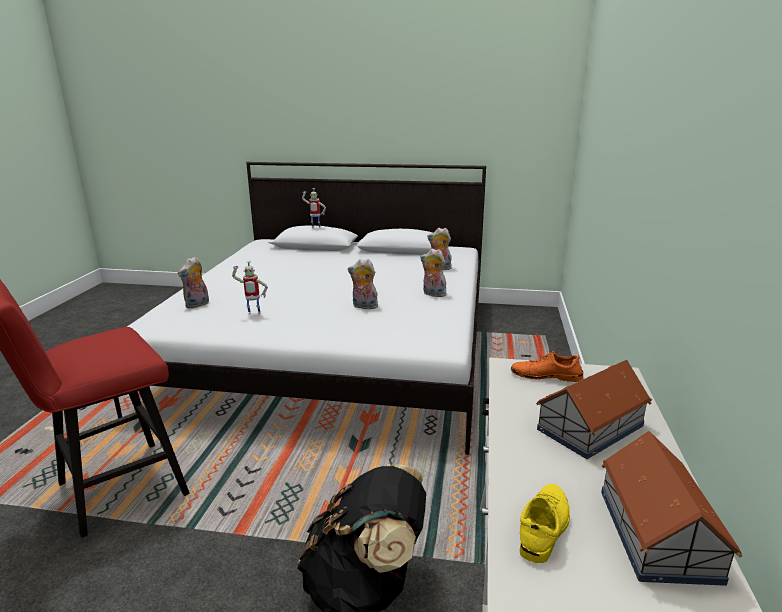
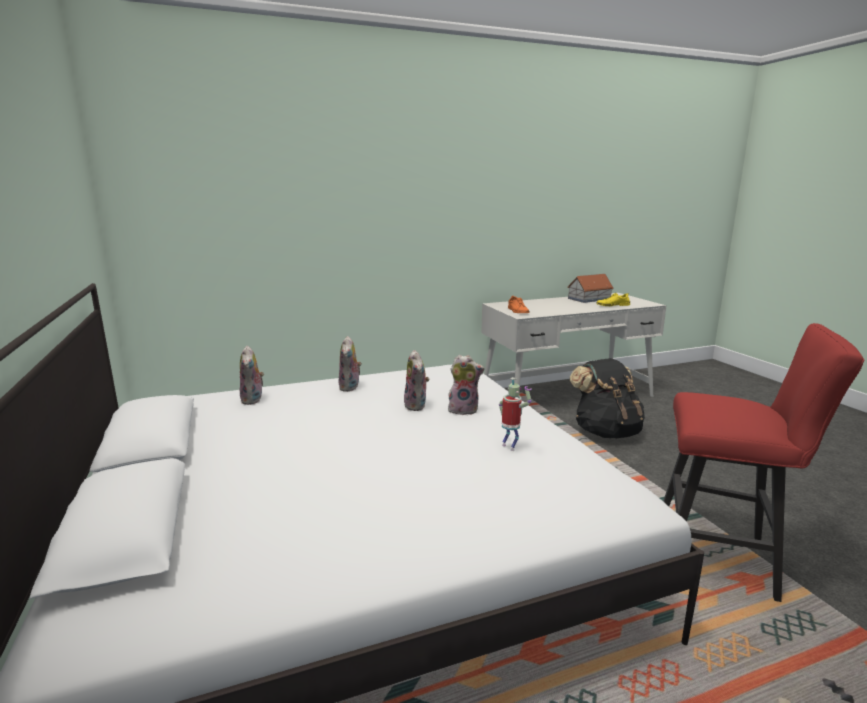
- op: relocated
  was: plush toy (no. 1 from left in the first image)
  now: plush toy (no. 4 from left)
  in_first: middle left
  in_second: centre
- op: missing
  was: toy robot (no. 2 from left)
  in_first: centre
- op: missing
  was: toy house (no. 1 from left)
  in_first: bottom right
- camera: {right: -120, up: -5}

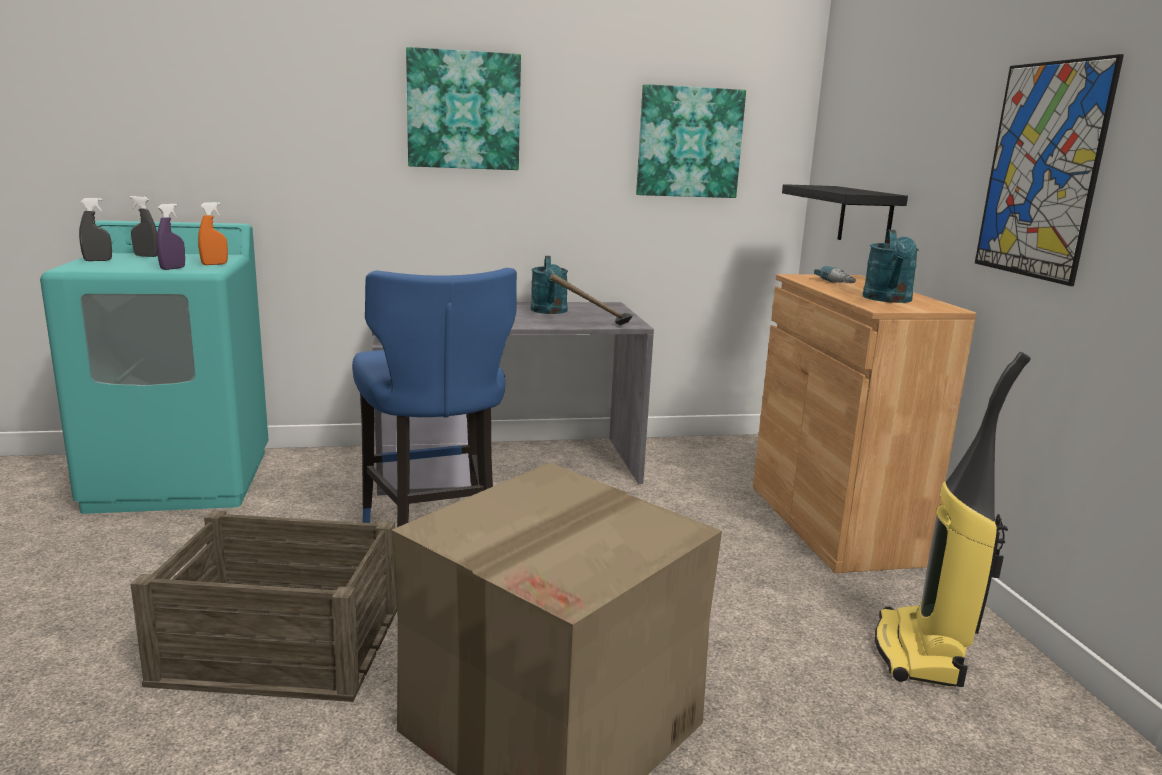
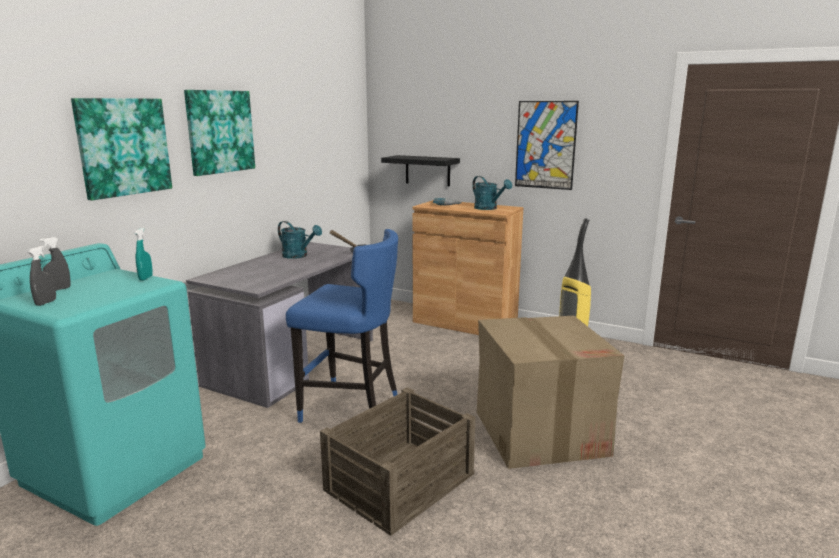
- op: missing
  was: purple spray bottle
  in_first: top left
- op: colour
  was: orange spray bottle
  now: turquoise spray bottle
  in_first: top left
  in_second: middle left
- op: relocated
  was: picture (no. 2 from left in the first image)
  now: picture (no. 1 from left)
  in_first: top centre
  in_second: top left
- camera: {right: -50, up: 0}

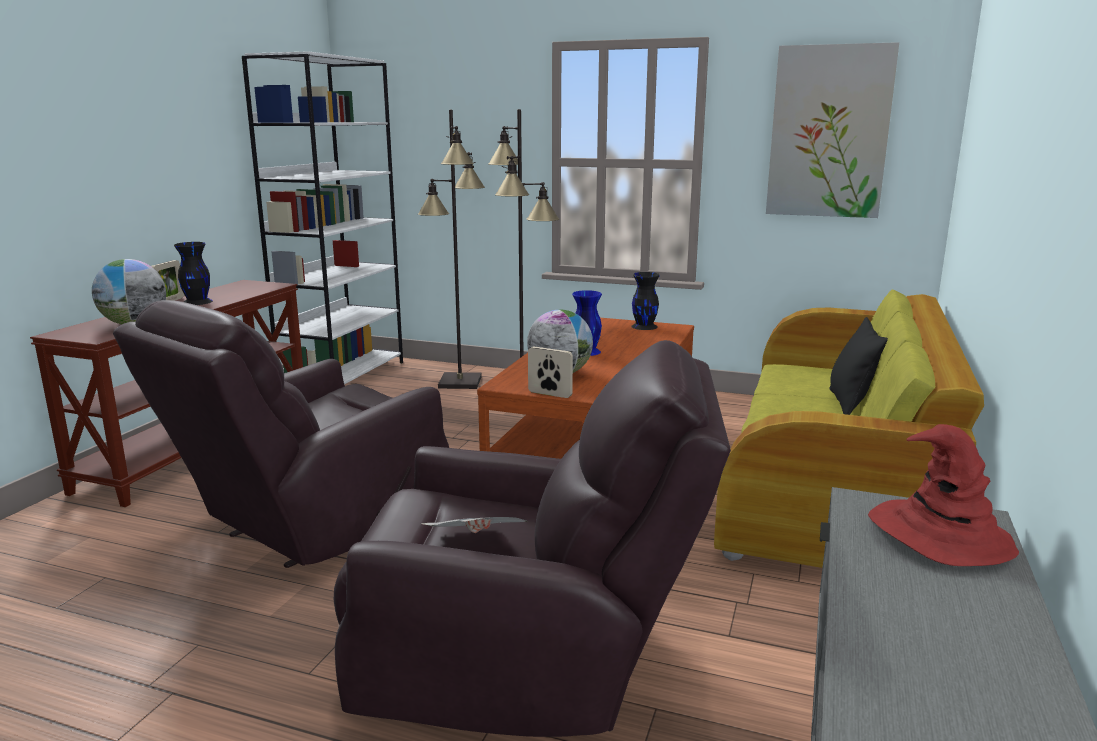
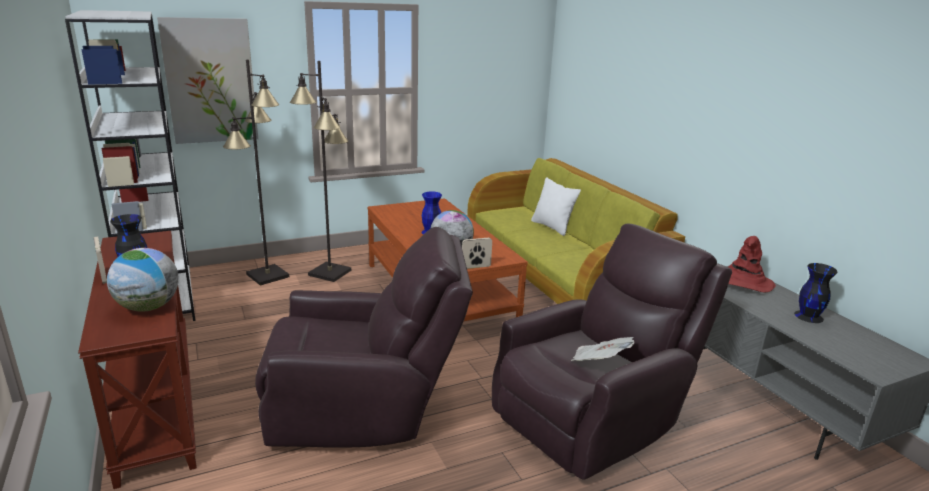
- op: spun
  was: brown armchair (no. 1 from left)
  in_first: middle left
  in_second: bottom centre
  clockwise: -90
- op: relocated
  was: black vase (no. 2 from left)
  in_first: centre
  in_second: middle right
- op: relocated
  was: picture
  in_first: top right
  in_second: top left
- op: colour
  was: black pillow
  now: white pillow
  in_first: middle right
  in_second: centre
- camera: {right: -45, up: 5}

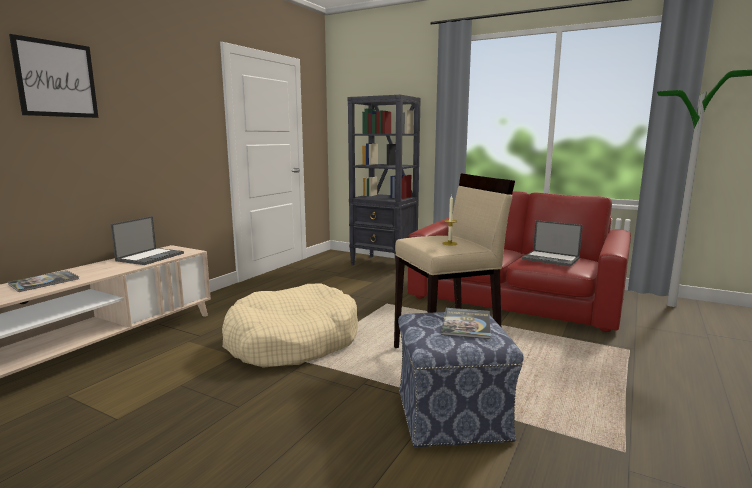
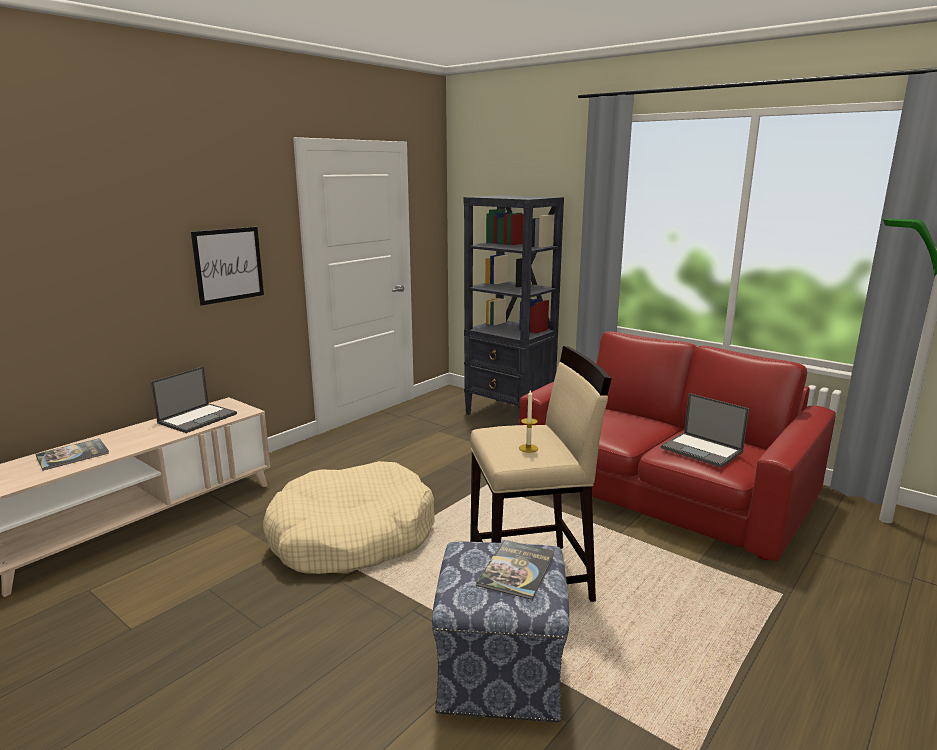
- op: relocated
  was: picture
  in_first: top left
  in_second: middle left
- camera: {right: 10, up: 5}

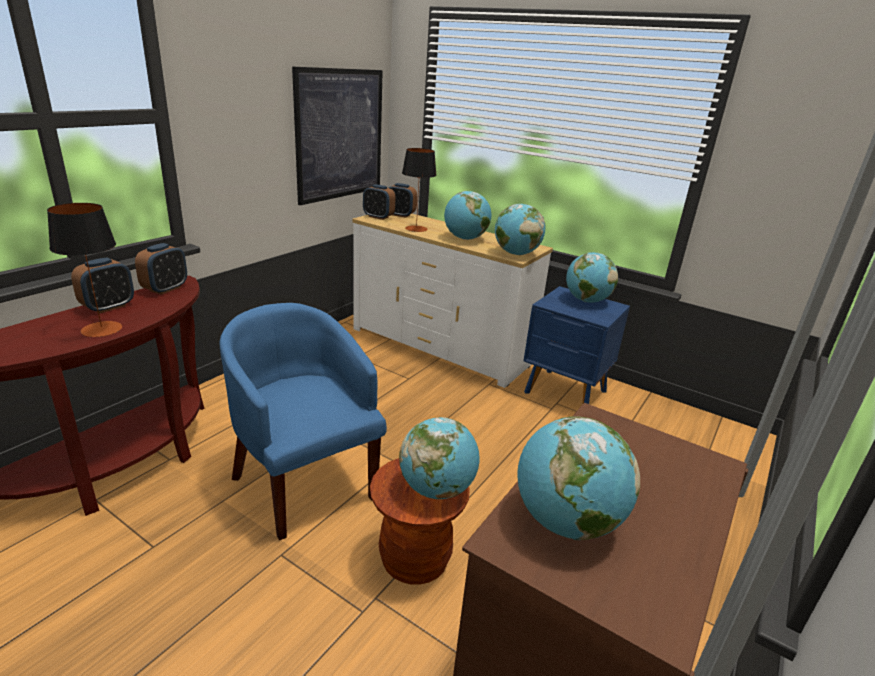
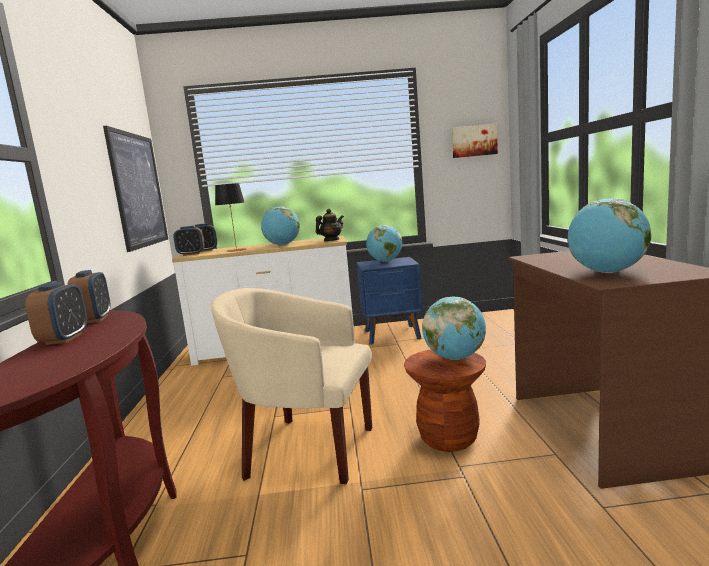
- op: missing
  was: table lamp (no. 1 from left)
  in_first: middle left
- op: colour
  was: blue armchair
  now: beige armchair
  in_first: centre
  in_second: bottom centre
- op: exchanged
  was: globe (no. 3 from left)
  now: teapot
  in_first: centre
  in_second: centre
- op: appeared
  now: picture (no. 2 from left)
  in_second: top right
- camera: {right: -35, up: -15}

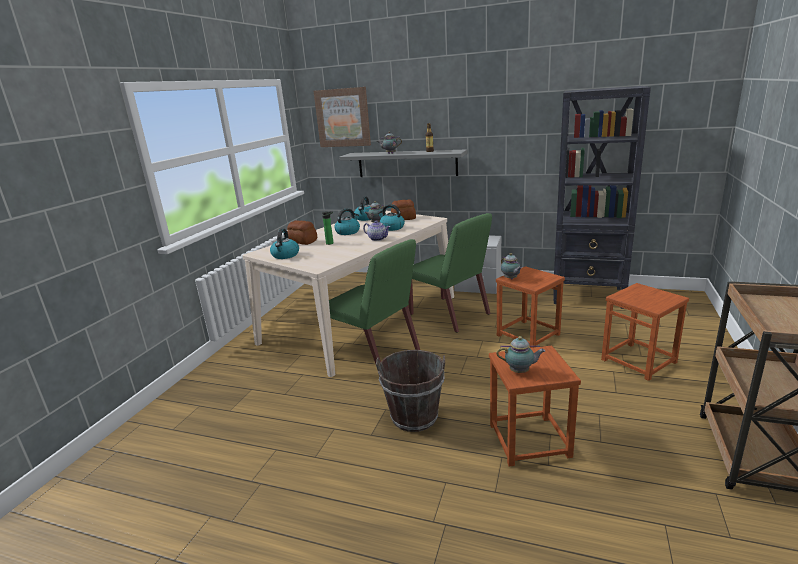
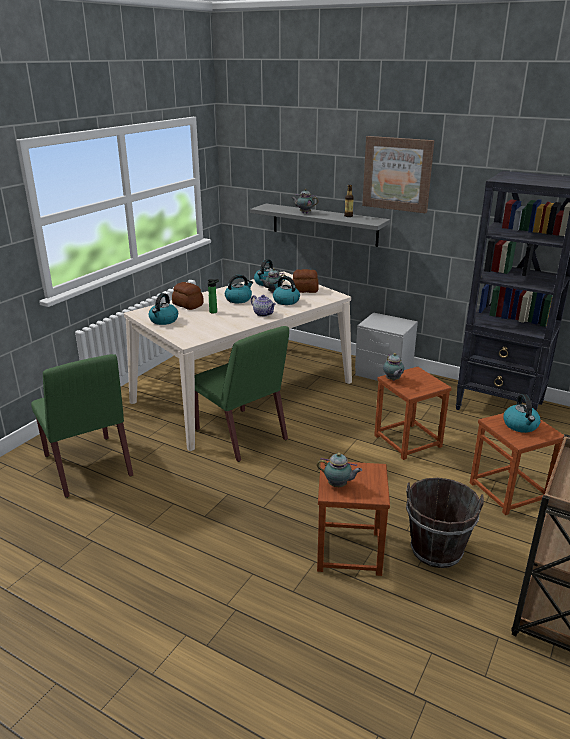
- op: relocated
  was: picture
  in_first: top centre
  in_second: top right
- op: relocated
  was: brown bucket
  in_first: bottom centre
  in_second: bottom right
- op: relocated
  was: green chair (no. 2 from left in the first image)
  now: green chair (no. 1 from left)
  in_first: centre
  in_second: middle left
- op: appeared
  now: kettle (no. 5 from left)
  in_second: middle right
- camera: {right: 10, up: 5}

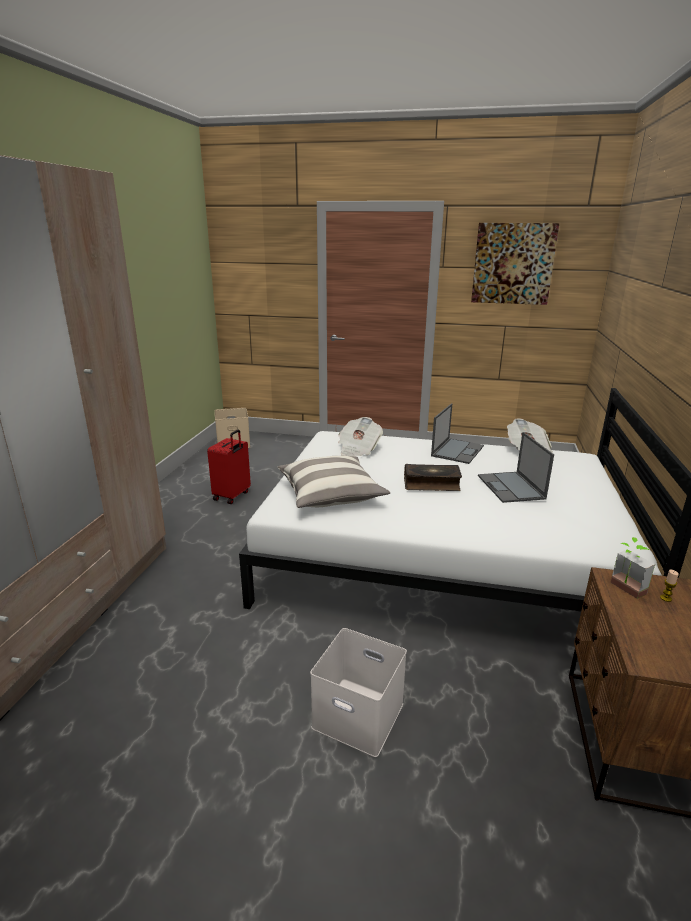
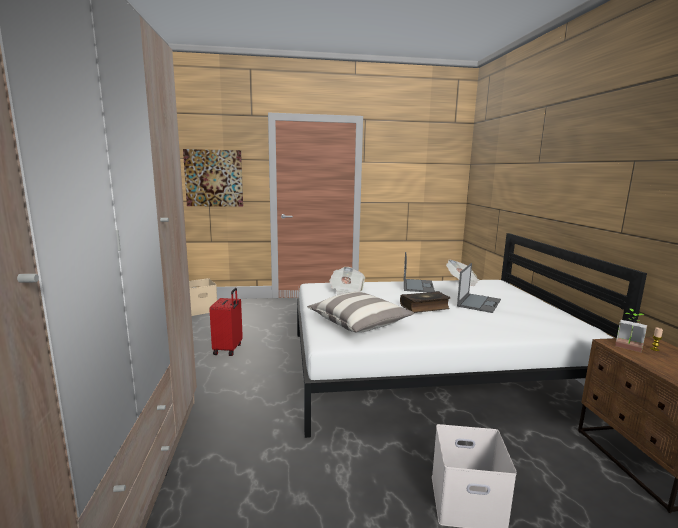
- op: relocated
  was: picture
  in_first: top right
  in_second: middle left
- op: spun
  was: laptop (no. 2 from left)
  in_first: middle right
  in_second: middle right
  clockwise: -120
- camera: {right: -20, up: -10}

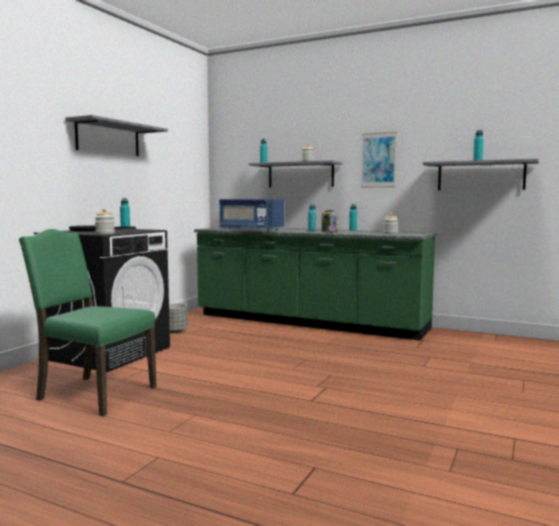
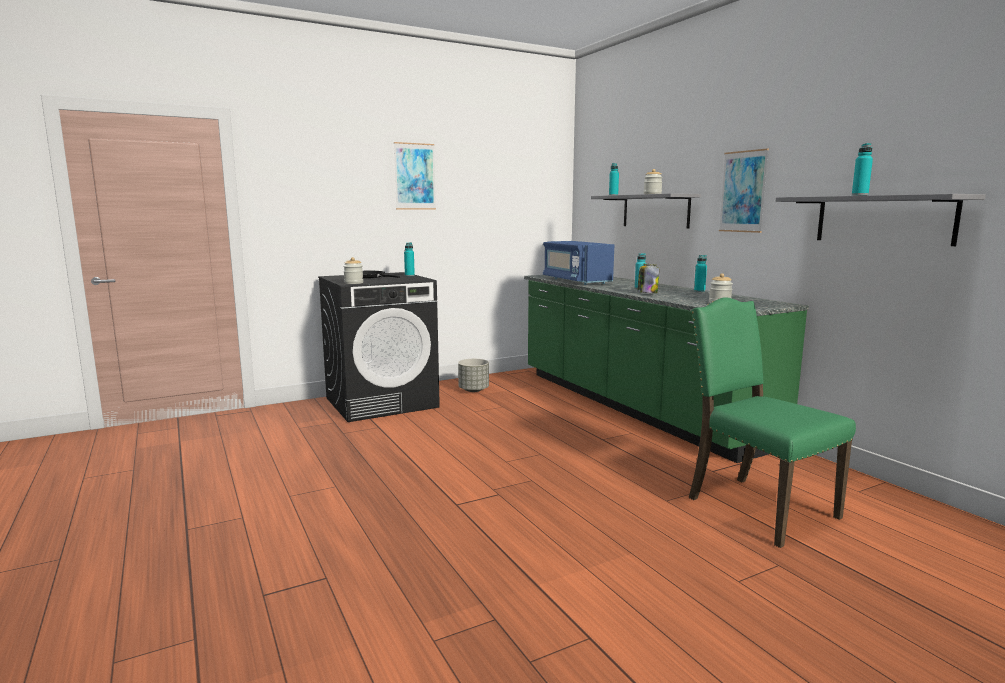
- op: relocated
  was: green chair
  in_first: middle left
  in_second: middle right
- op: exchanged
  was: grey shelf (no. 1 from left)
  now: picture (no. 1 from left)
  in_first: top left
  in_second: top centre
- camera: {right: 35, up: 5}

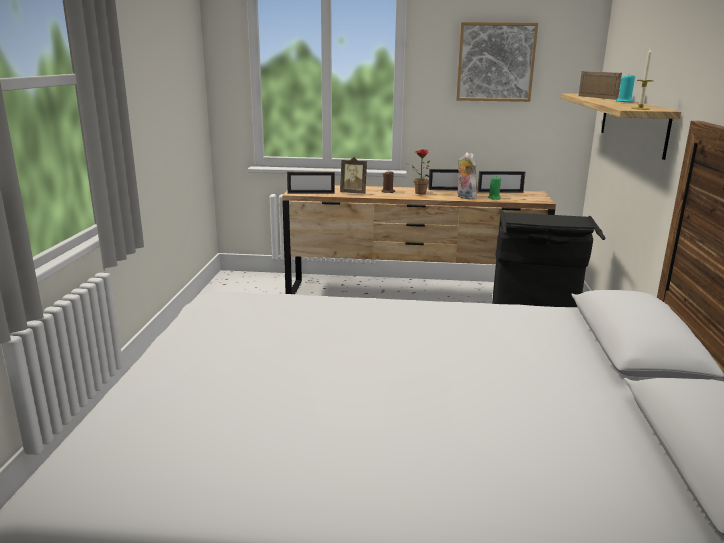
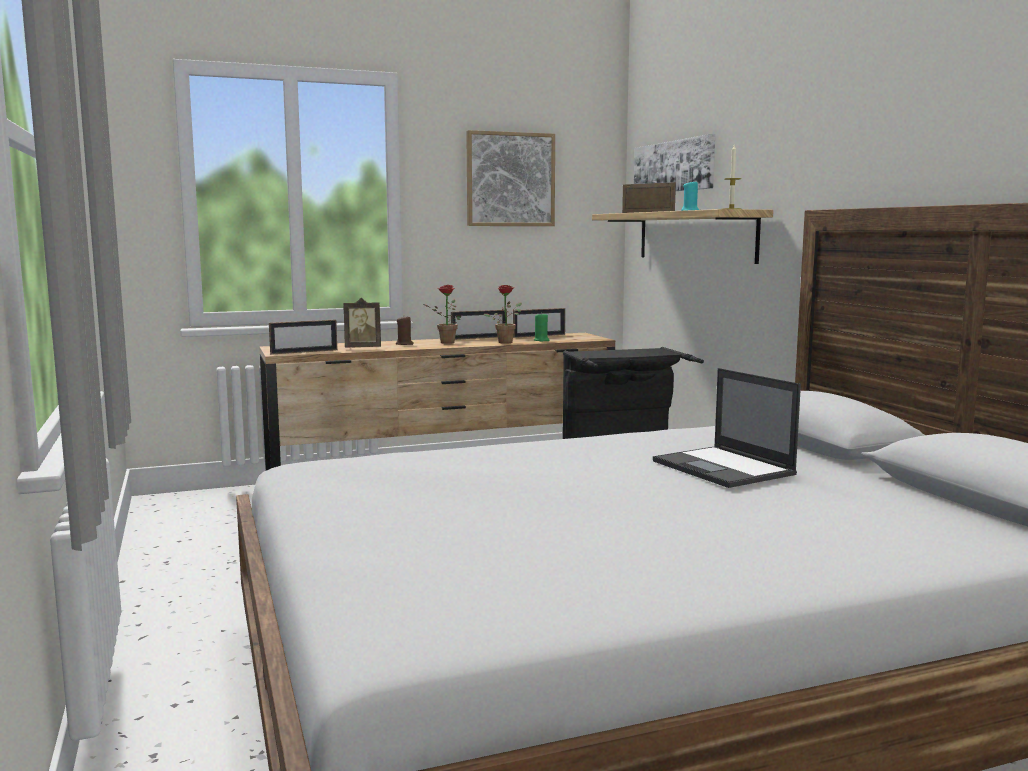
- op: exchanged
  was: plush toy
  now: potted plant (no. 2 from left)
  in_first: top centre
  in_second: centre
- op: appeared
  now: picture (no. 2 from left)
  in_second: top centre
- op: appeared
  now: laptop
  in_second: middle right
- camera: {right: -25, up: -10}

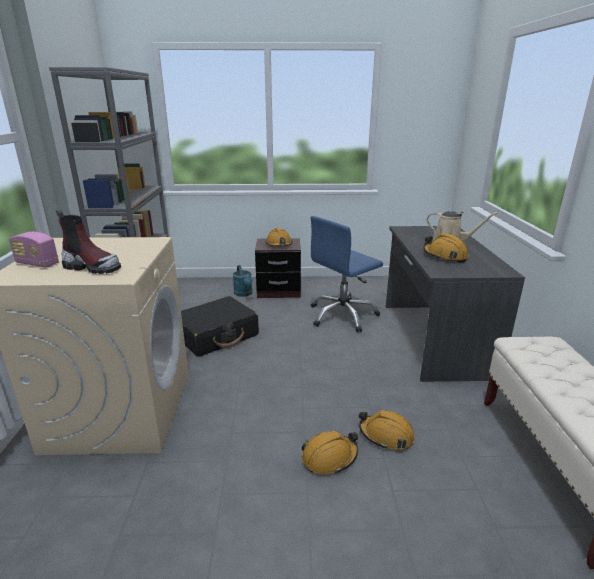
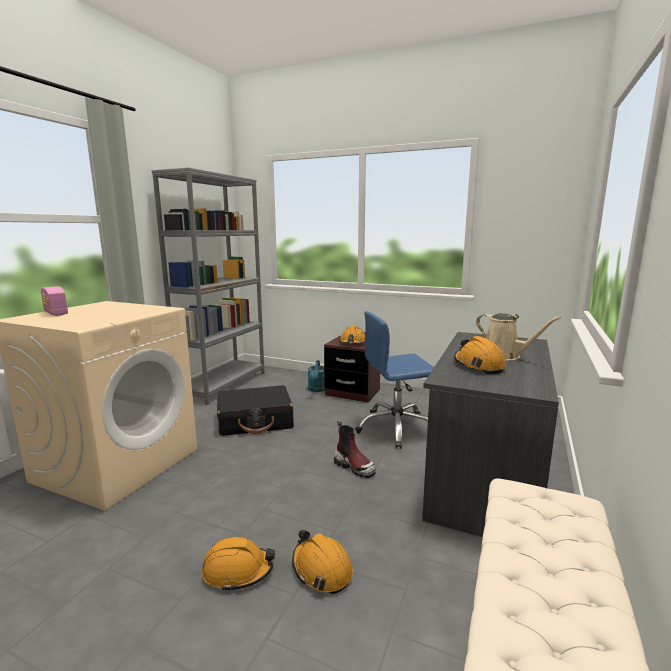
- op: relocated
  was: boot
  in_first: middle left
  in_second: bottom centre
- camera: {right: 25, up: -10}

